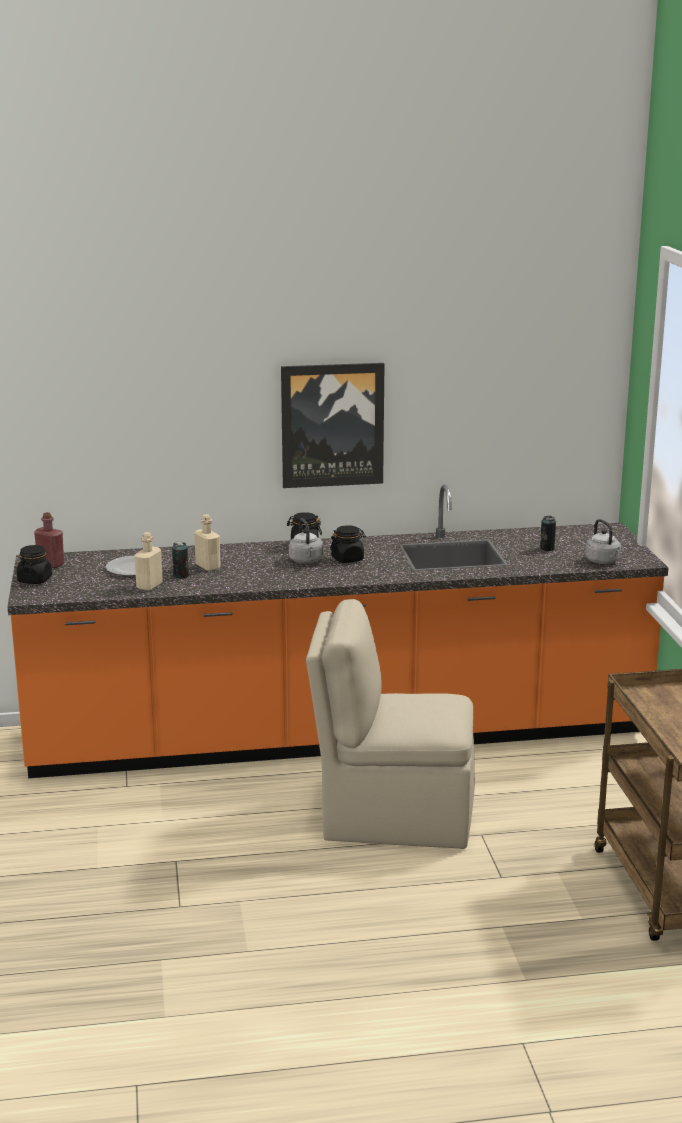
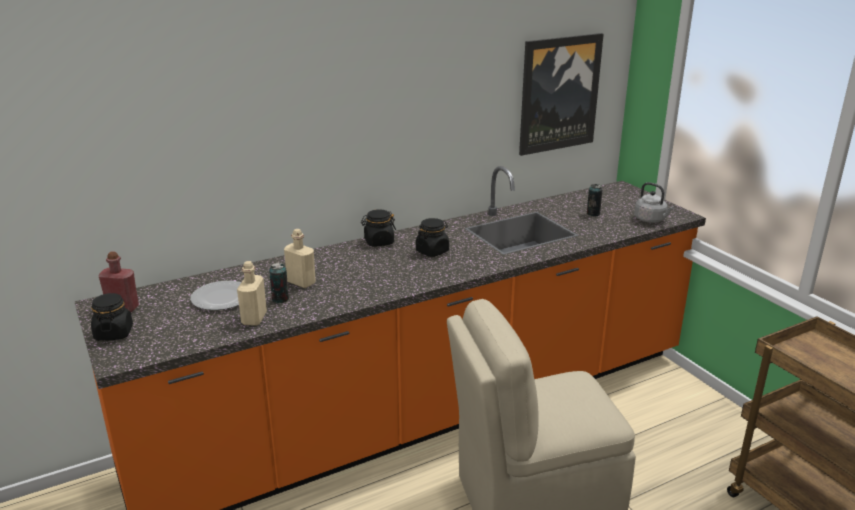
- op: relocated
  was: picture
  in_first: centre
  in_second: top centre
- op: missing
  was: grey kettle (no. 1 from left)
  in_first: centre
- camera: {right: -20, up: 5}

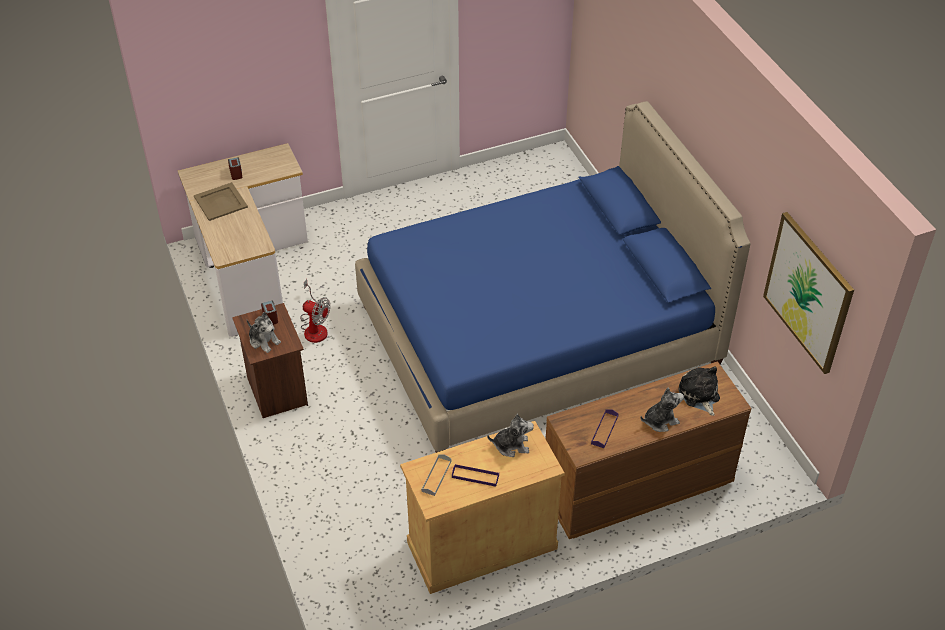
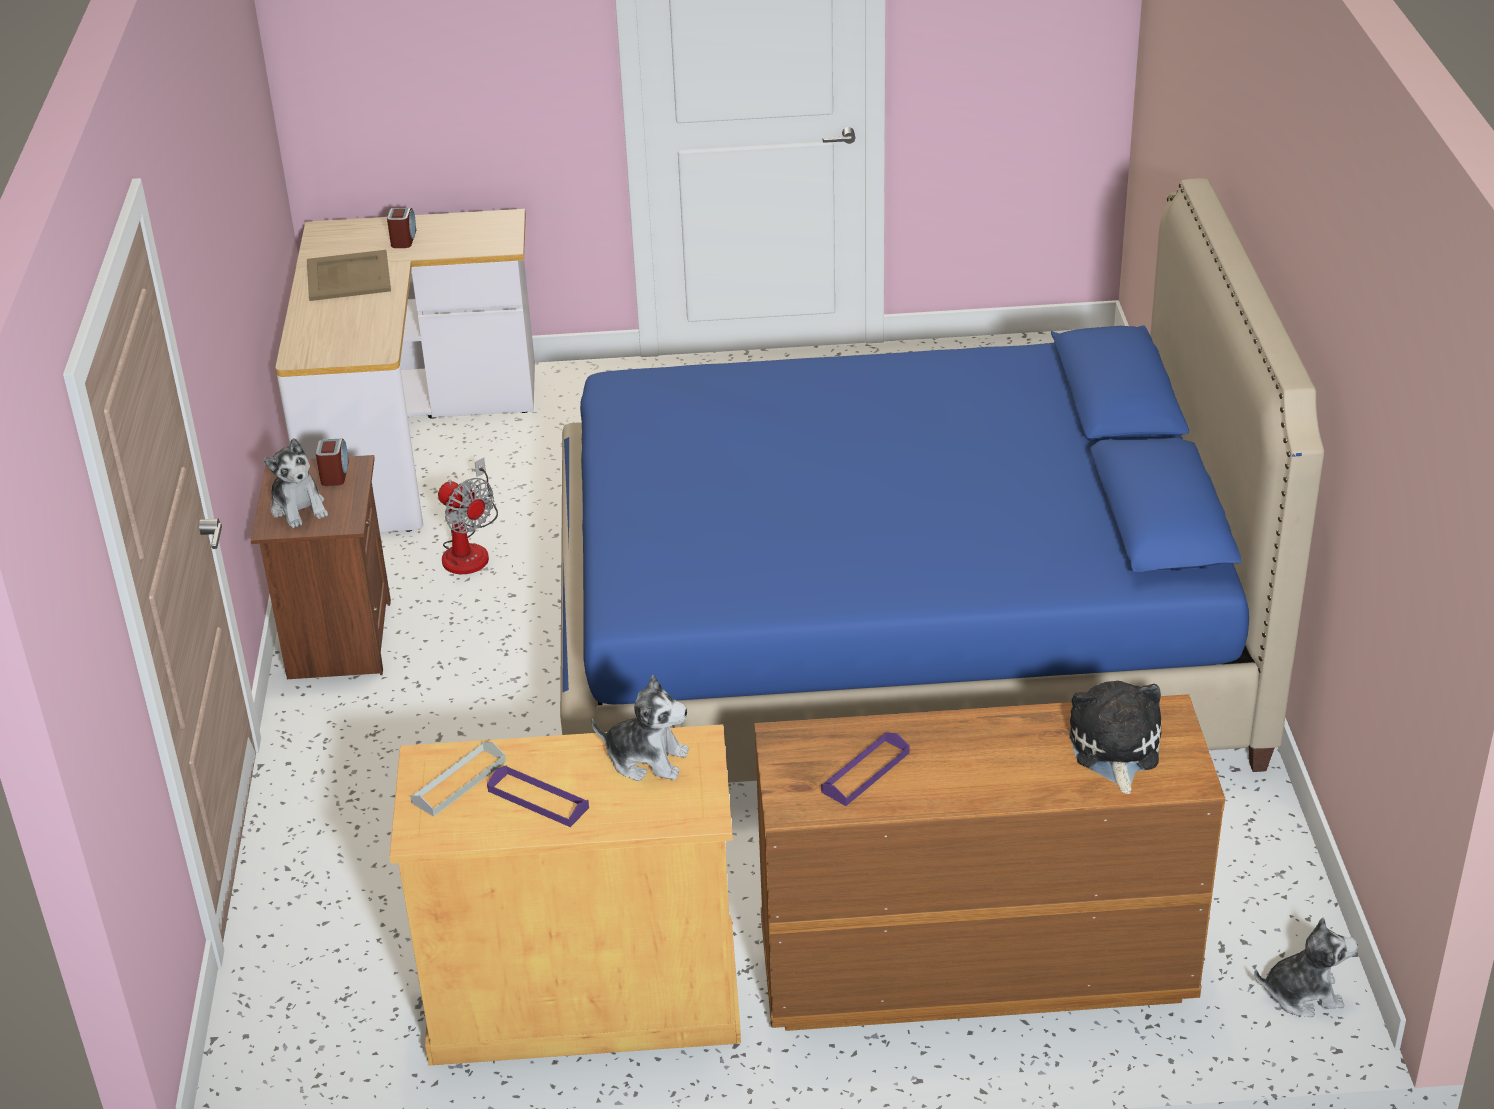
- op: relocated
  was: plush toy (no. 3 from left in the first image)
  now: plush toy (no. 4 from left)
  in_first: middle right
  in_second: bottom right
- op: missing
  was: picture
  in_first: middle right
- camera: {right: 20, up: -10}

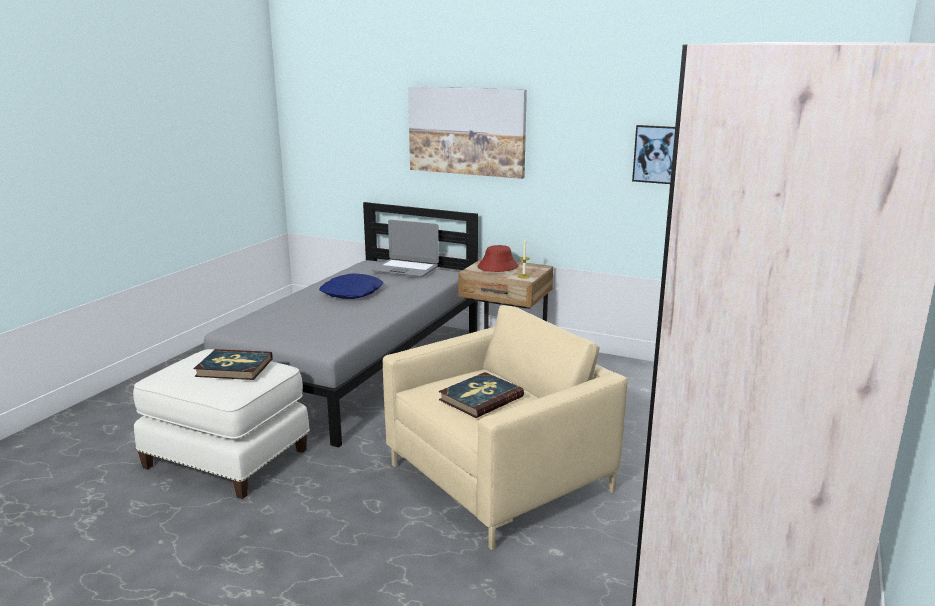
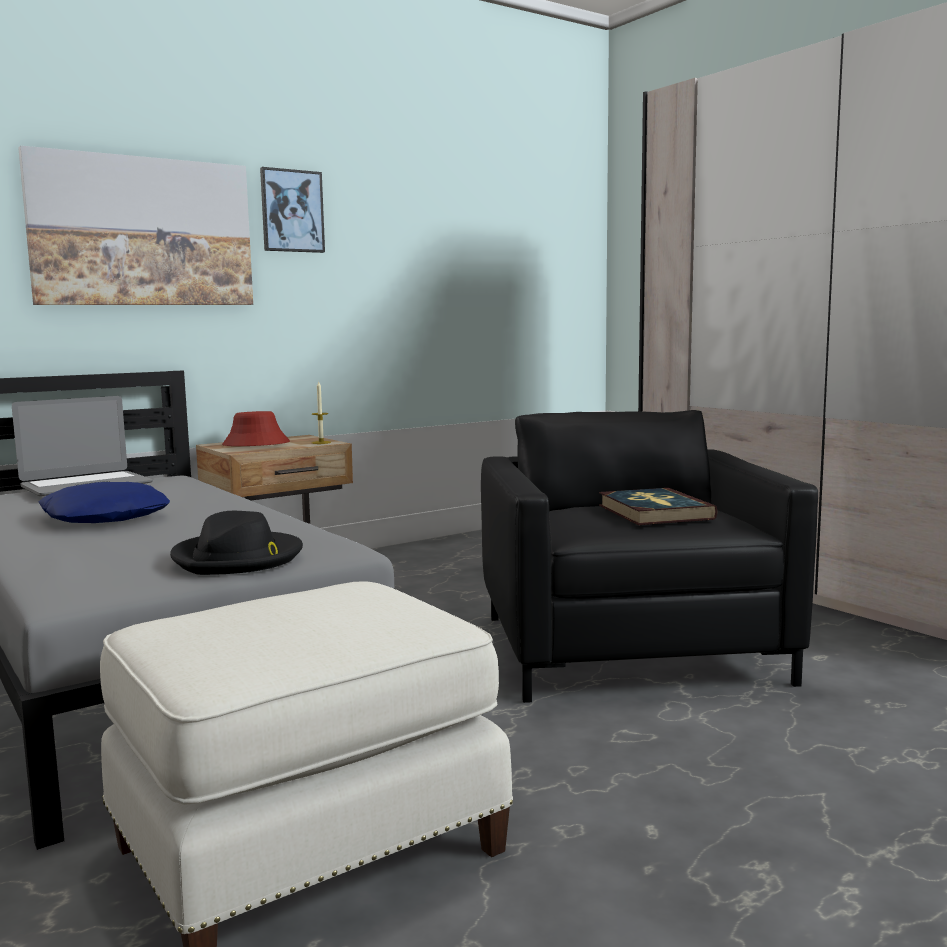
- op: missing
  was: book (no. 1 from left)
  in_first: middle left
- op: colour
  was: beige armchair
  now: black armchair
  in_first: bottom centre
  in_second: middle right
- op: relocated
  was: picture (no. 2 from left)
  in_first: top right
  in_second: top left
- op: appeared
  now: black hat
  in_second: middle left
- camera: {right: -60, up: -10}

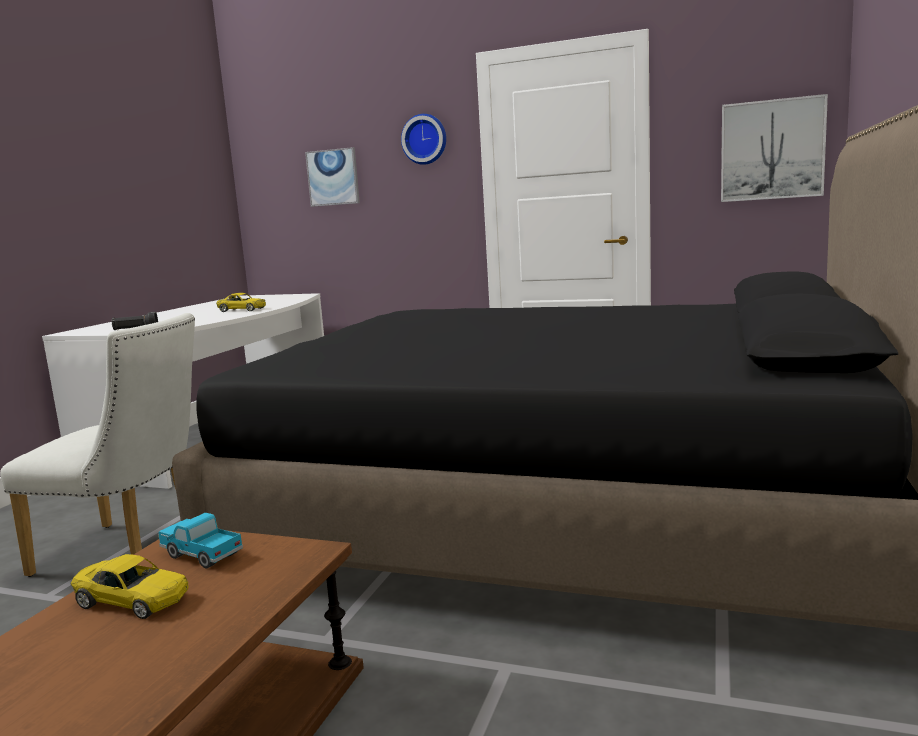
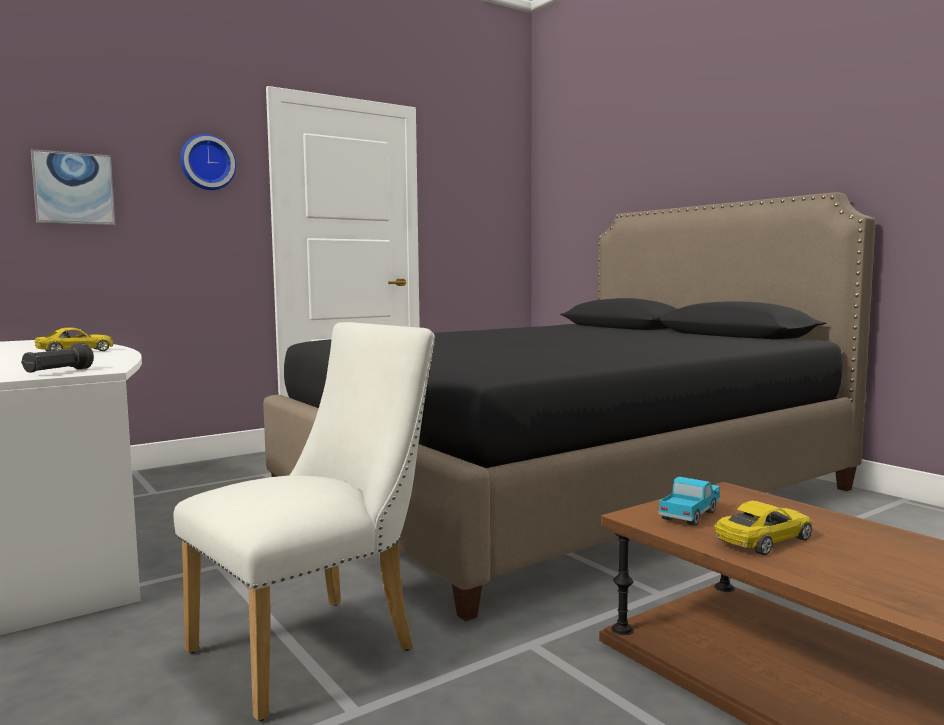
- op: spun
  was: toy truck
  in_first: bottom left
  in_second: bottom right
  clockwise: 150
- op: missing
  was: picture (no. 2 from left)
  in_first: top right
- camera: {right: -55, up: -5}

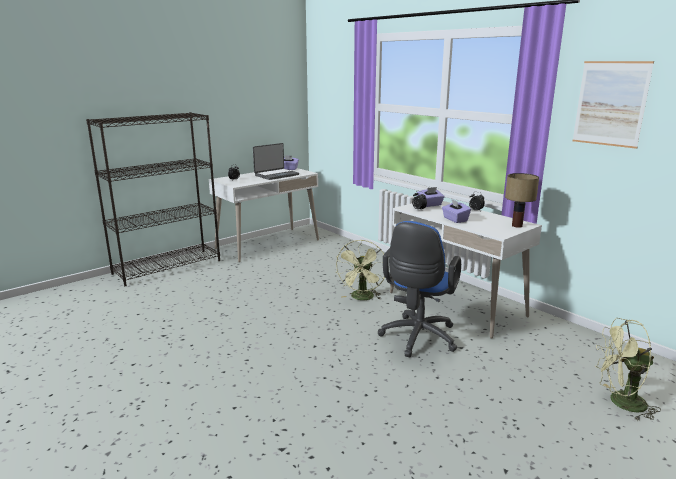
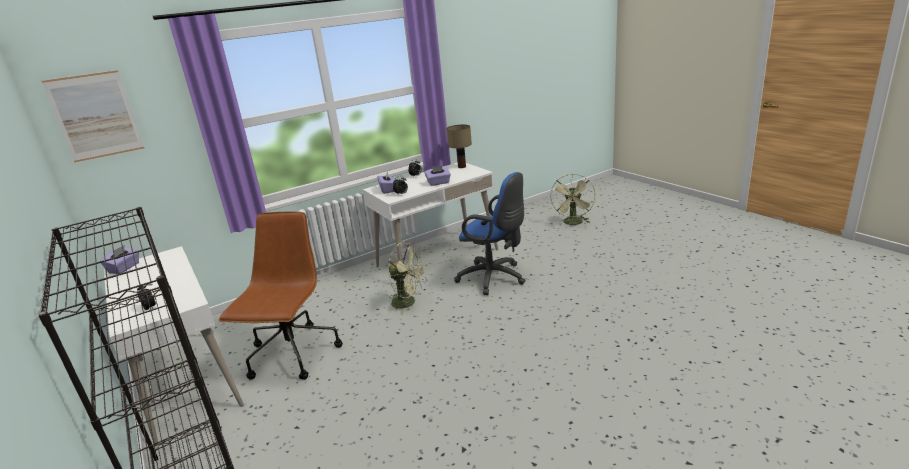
- op: missing
  was: laptop
  in_first: centre
- op: relocated
  was: picture
  in_first: top right
  in_second: top left
- op: appeared
  now: brown office chair
  in_second: middle left
- camera: {right: -80, up: 5}

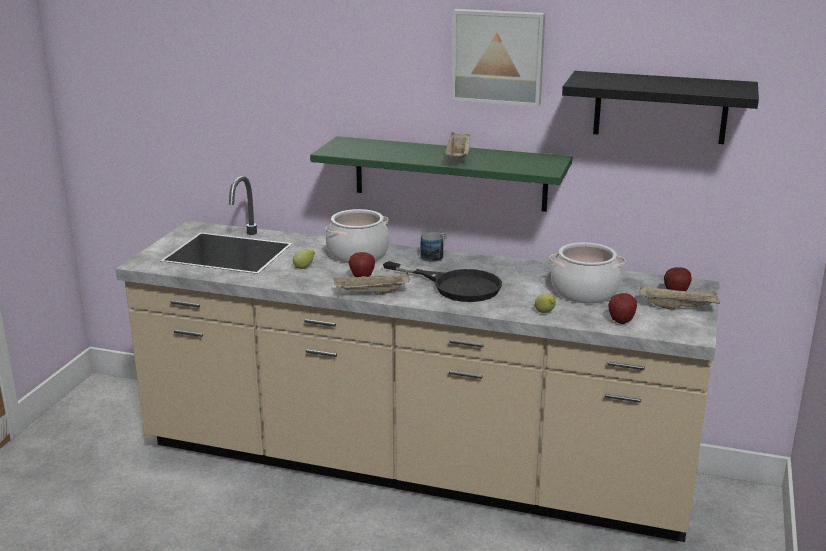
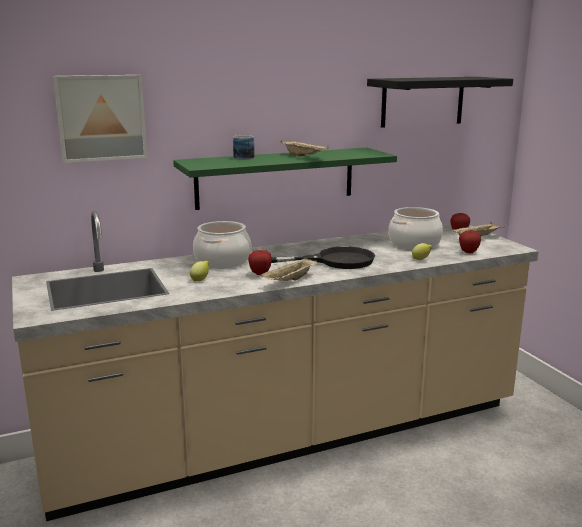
- op: relocated
  was: mug
  in_first: centre
  in_second: top centre
- op: relocated
  was: picture
  in_first: top centre
  in_second: top left
- camera: {right: -40, up: -5}

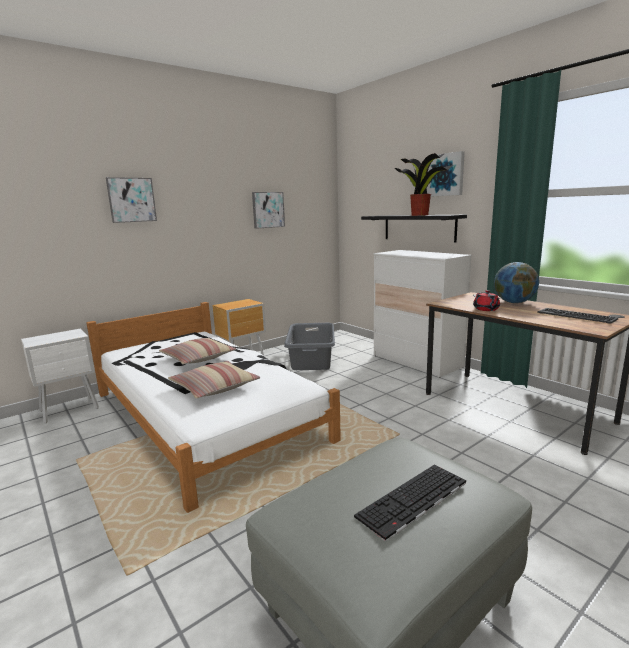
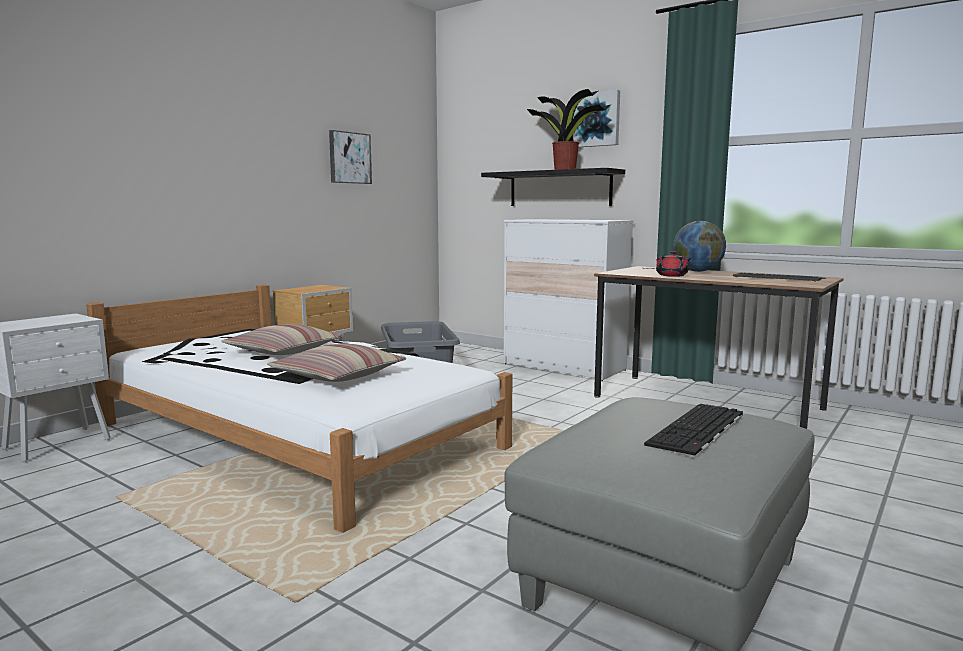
- op: missing
  was: picture (no. 1 from left)
  in_first: top left
- camera: {right: -15, up: -5}

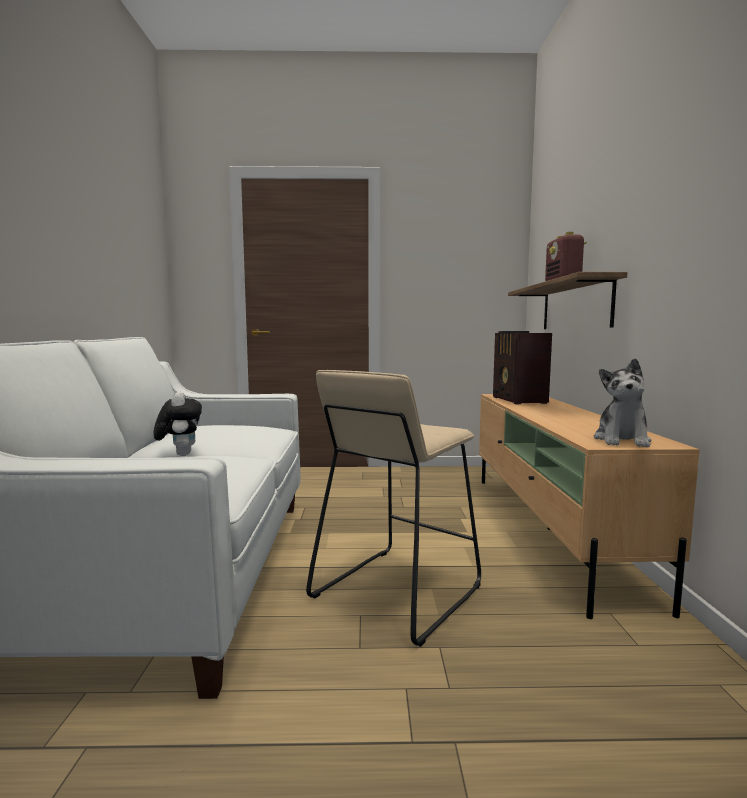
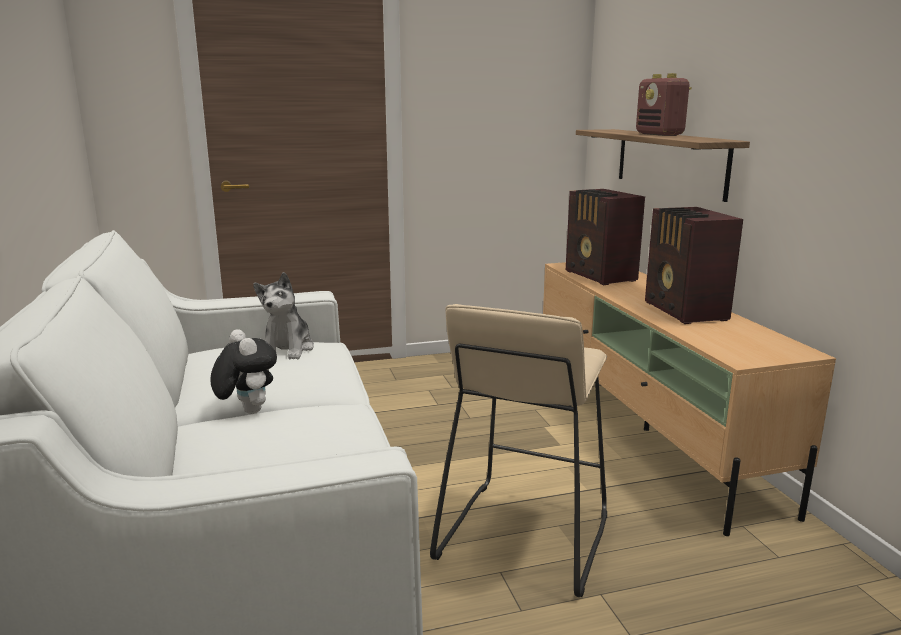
- op: relocated
  was: plush toy (no. 2 from left)
  in_first: middle right
  in_second: middle left
- op: appeared
  now: radio (no. 3 from left)
  in_second: middle right
- camera: {right: -15, up: 10}

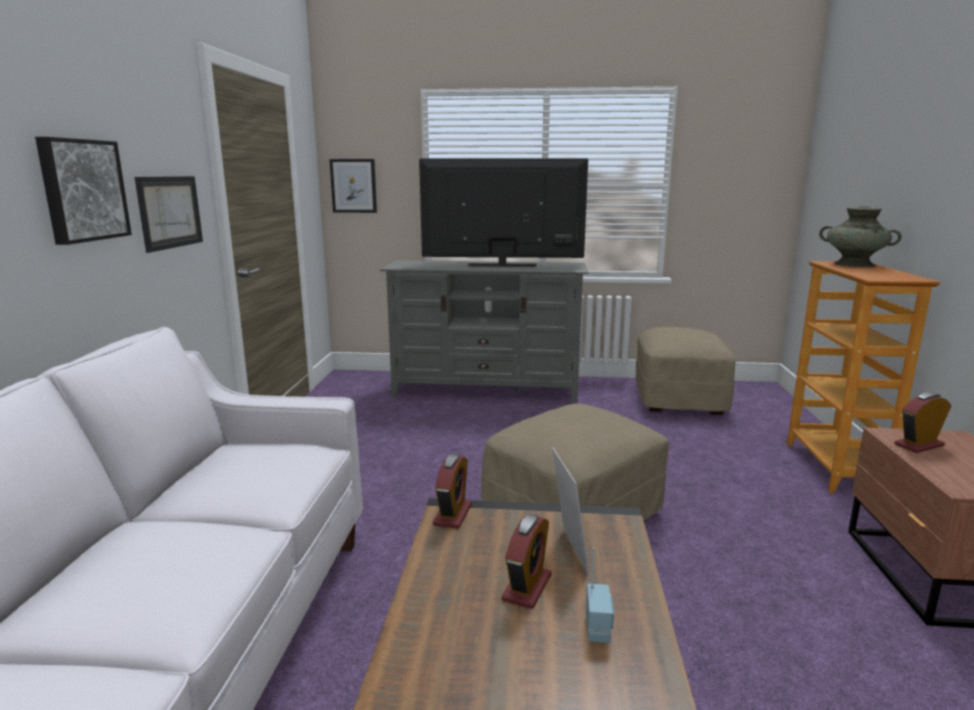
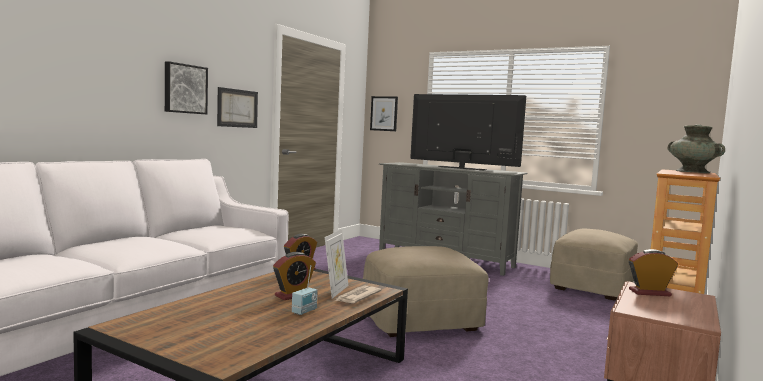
- op: appeared
  now: newspaper
  in_second: bottom centre
- camera: {right: 25, up: -10}

